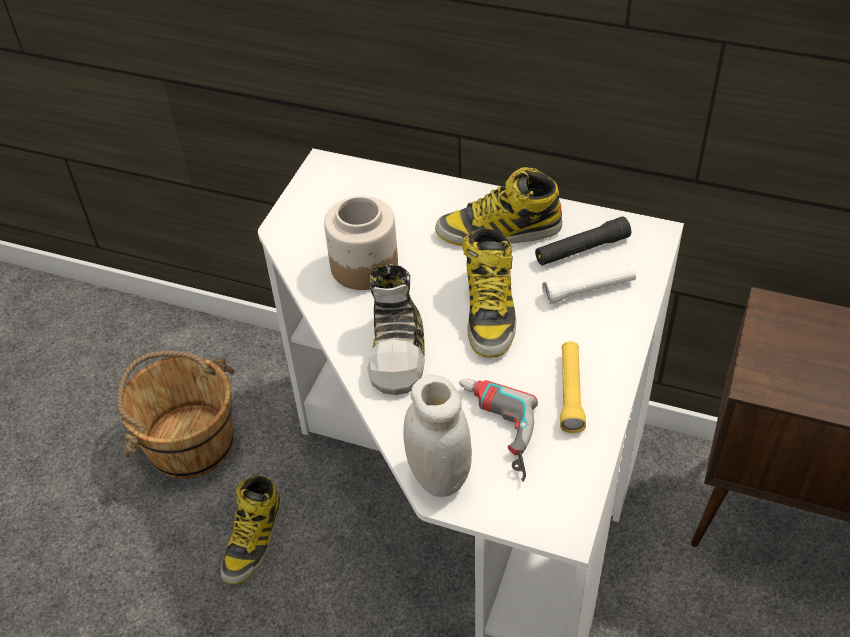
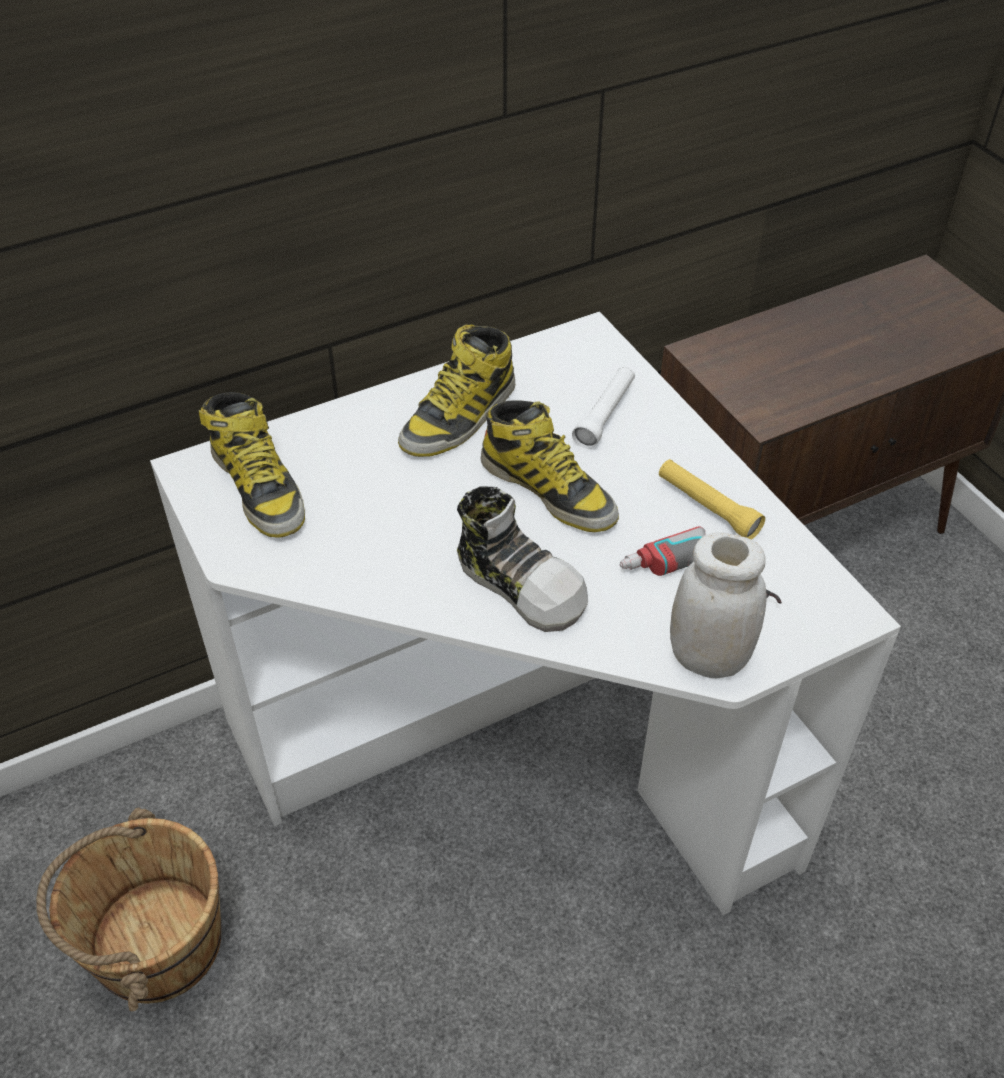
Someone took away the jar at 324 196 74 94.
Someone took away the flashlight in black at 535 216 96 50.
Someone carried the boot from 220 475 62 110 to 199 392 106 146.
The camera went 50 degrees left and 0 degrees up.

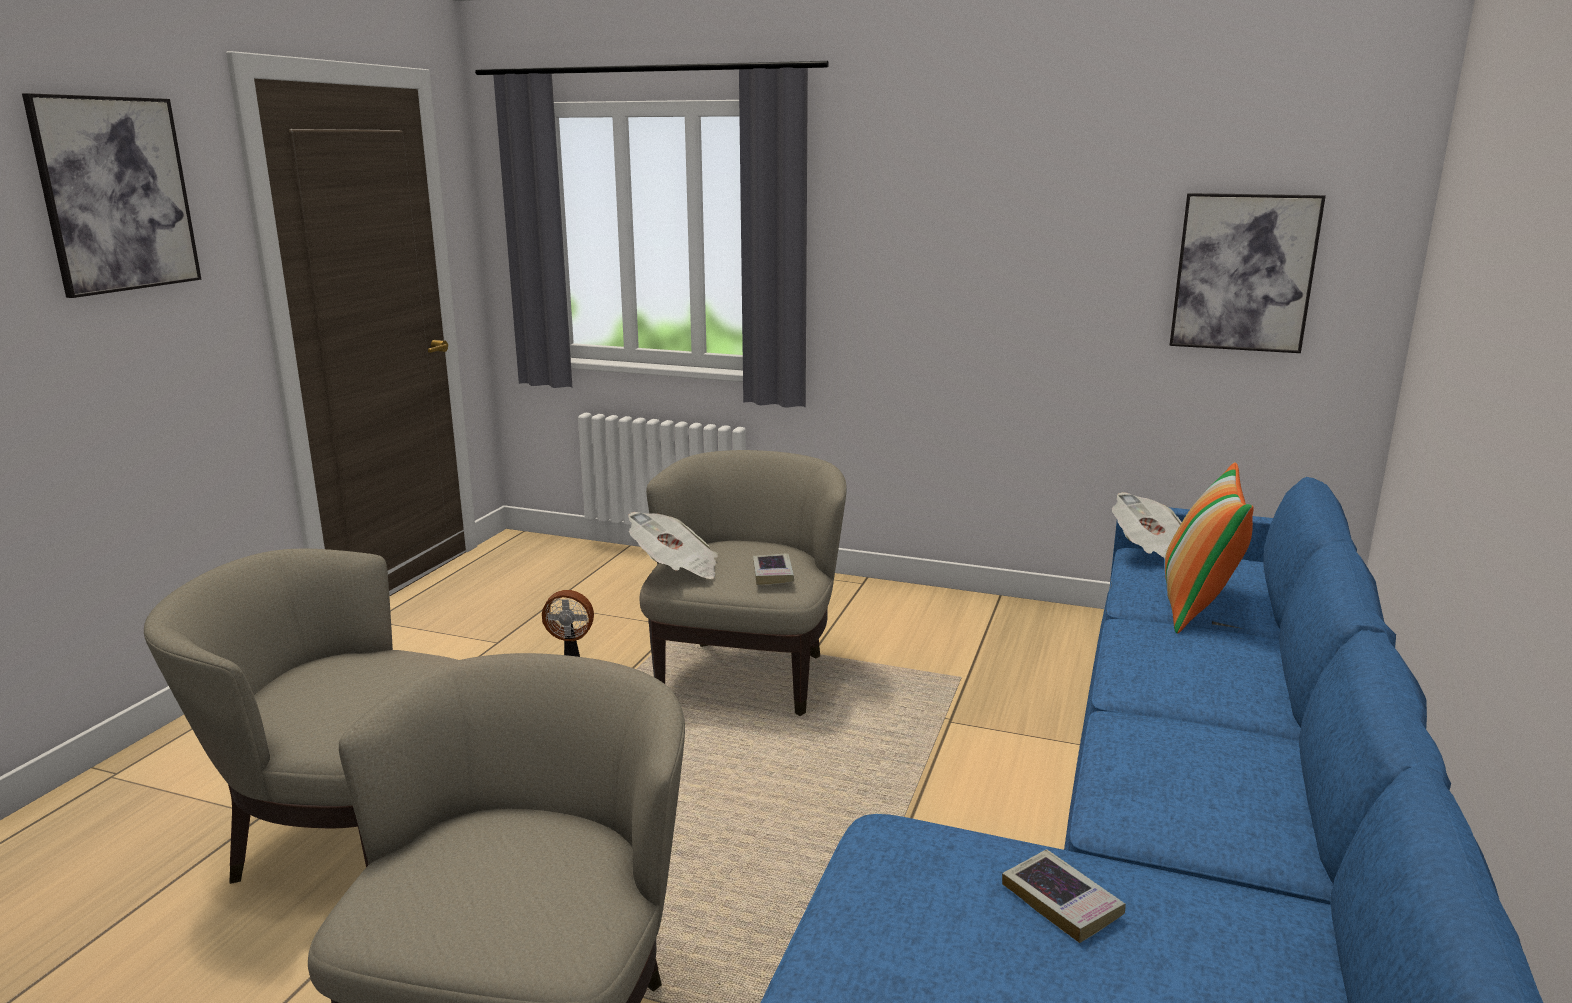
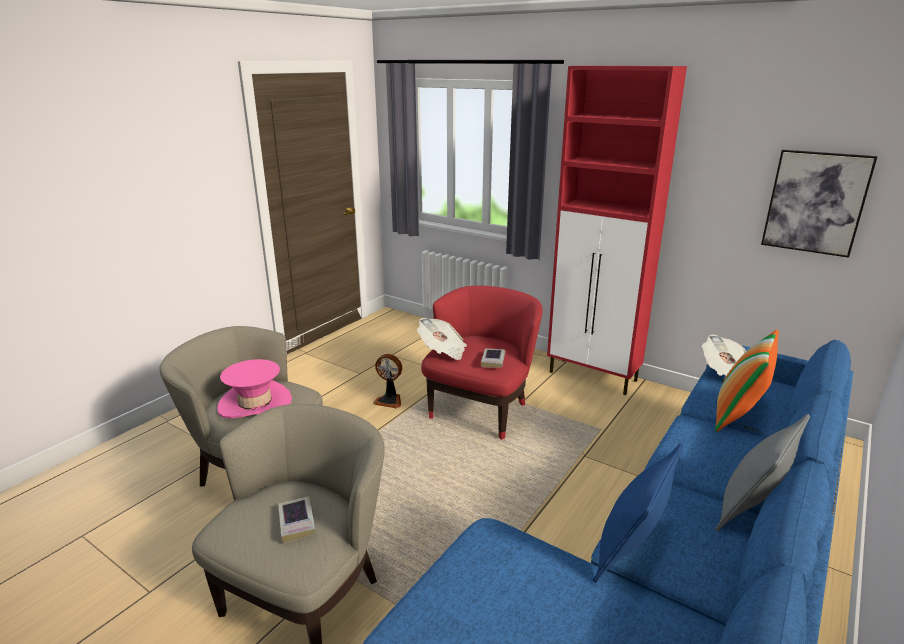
Someone took away the picture at 22 93 179 205.
Someone repainted the armchair in beige at 639 450 208 266, which became the armchair in red at 421 286 122 154.
Someone carried the book from 1002 849 124 94 to 278 496 38 47.
Someone put down the cabinet in red at 547 66 140 329.
Someone put down the hat in pink at 217 359 75 60.
Someone put down the pillow in grey at 715 414 95 117.
Someone put down the pillow in blue at 593 443 90 140.
The camera went 15 degrees right and 5 degrees up.

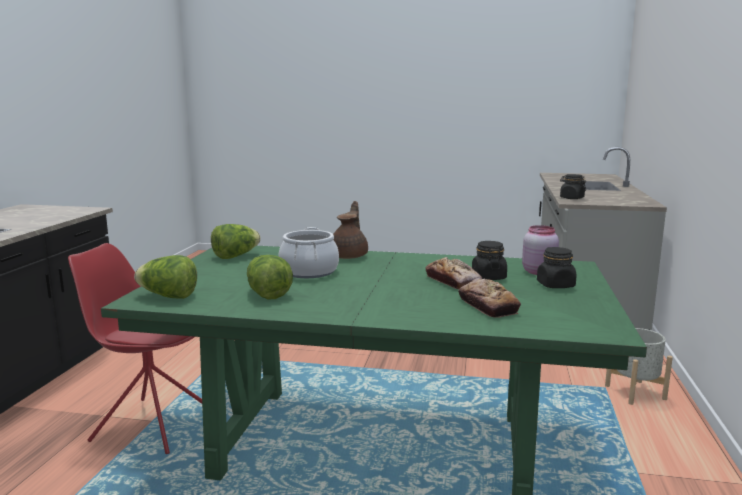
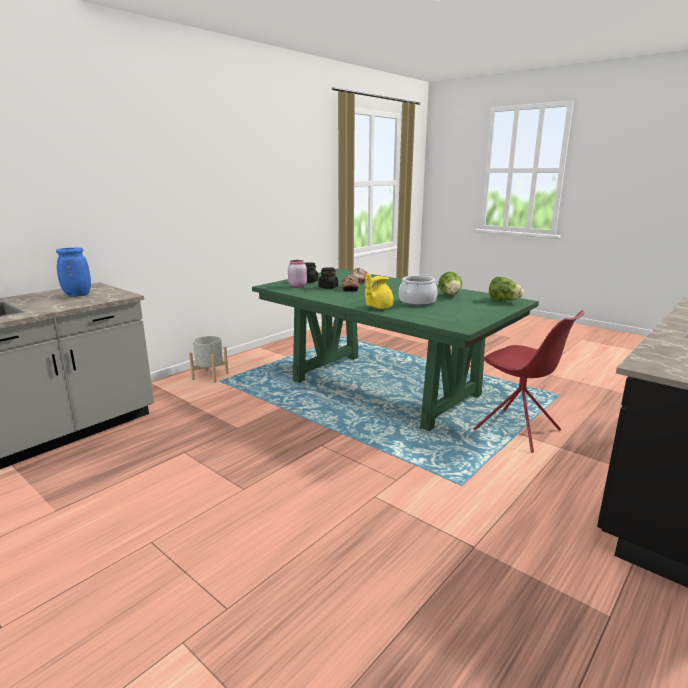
Someone took away the jar in black at 560 174 26 25.
Someone repainted the teapot in brown at 333 201 35 58, which became the teapot in yellow at 365 273 29 36.
Someone took away the lettuce at 211 224 50 35.
Someone put down the vase in blue at 56 247 35 50.
The camera went 150 degrees left and 5 degrees up.

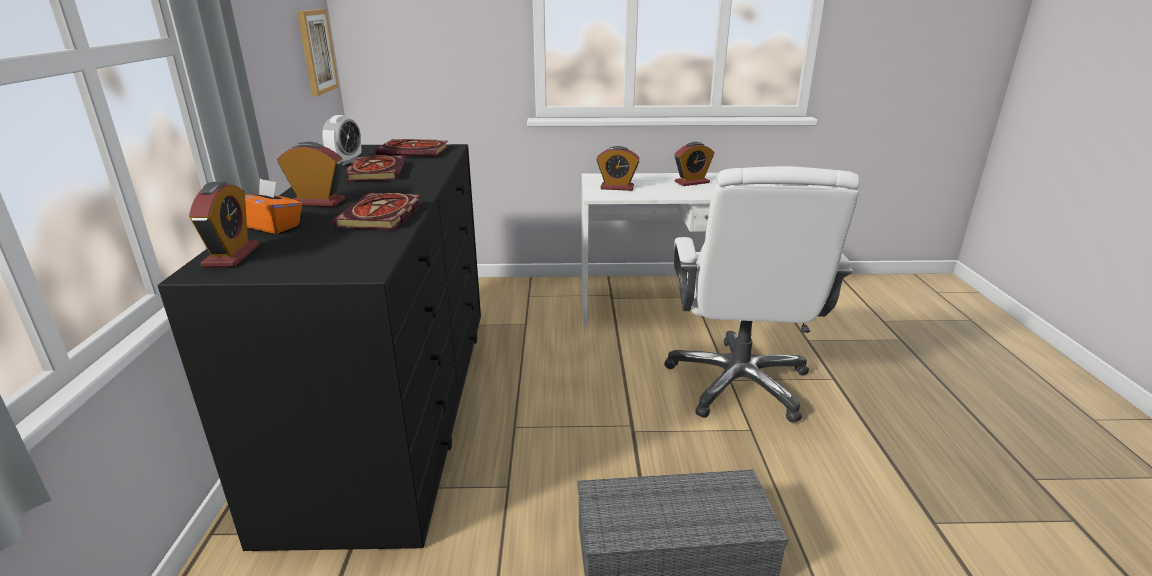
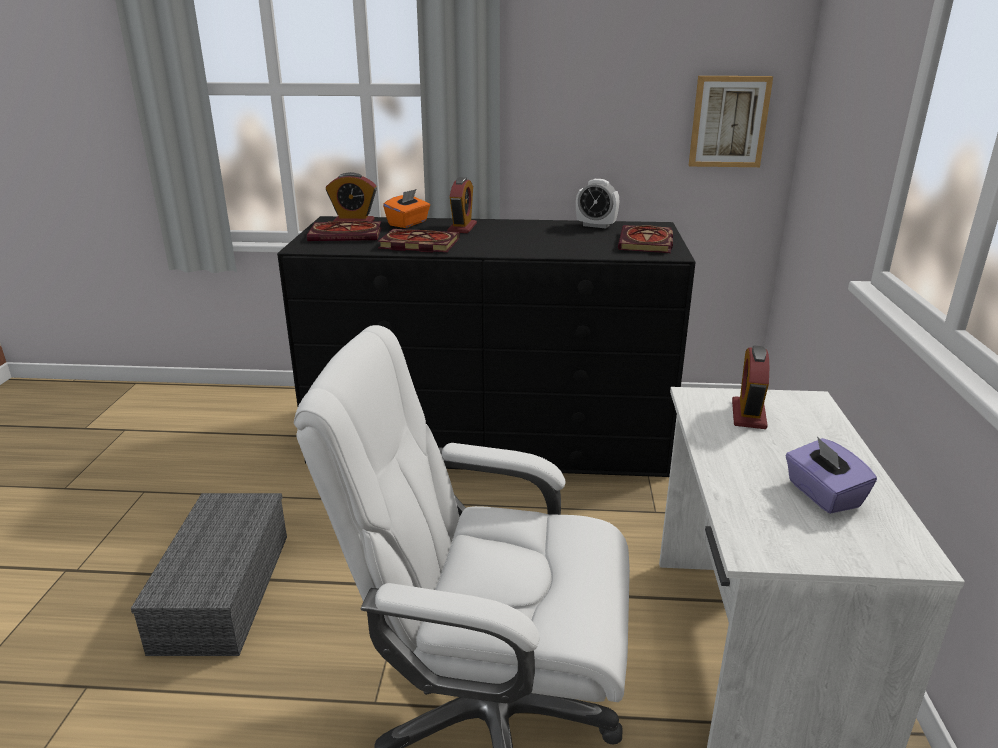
Someone swapped the alarm clock at 675 142 40 44 for the tissue box in purple at 786 436 91 78.
Someone carried the book from 345 155 60 26 to 307 221 75 20.
The camera went 95 degrees right and 0 degrees up.

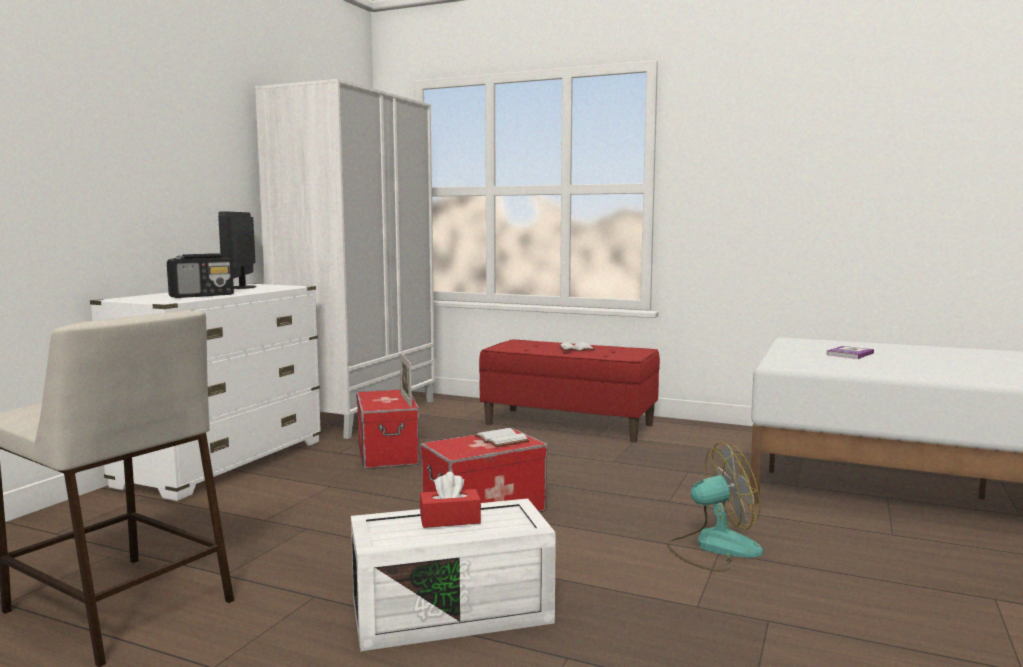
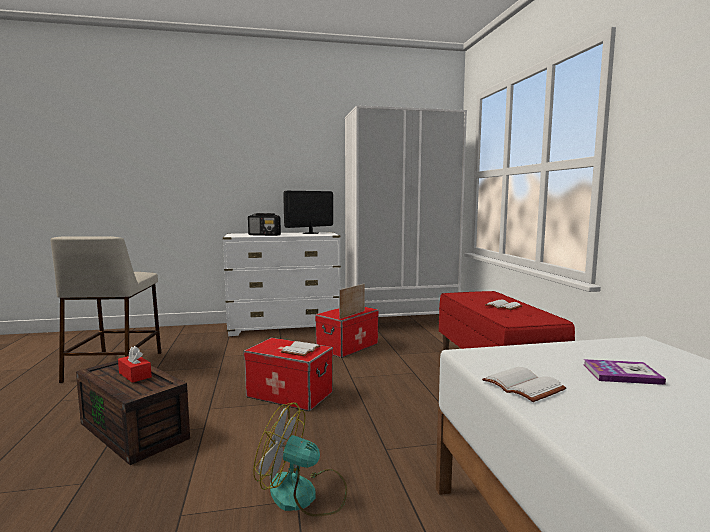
Someone rotated the fan at 667 442 96 130 by 150 degrees clockwise.
Someone repainted the storage box in white at 351 498 205 153, which became the storage box in brown at 76 360 114 105.
Someone put down the book in white at 482 367 84 35.
The camera went 55 degrees right and 0 degrees up.

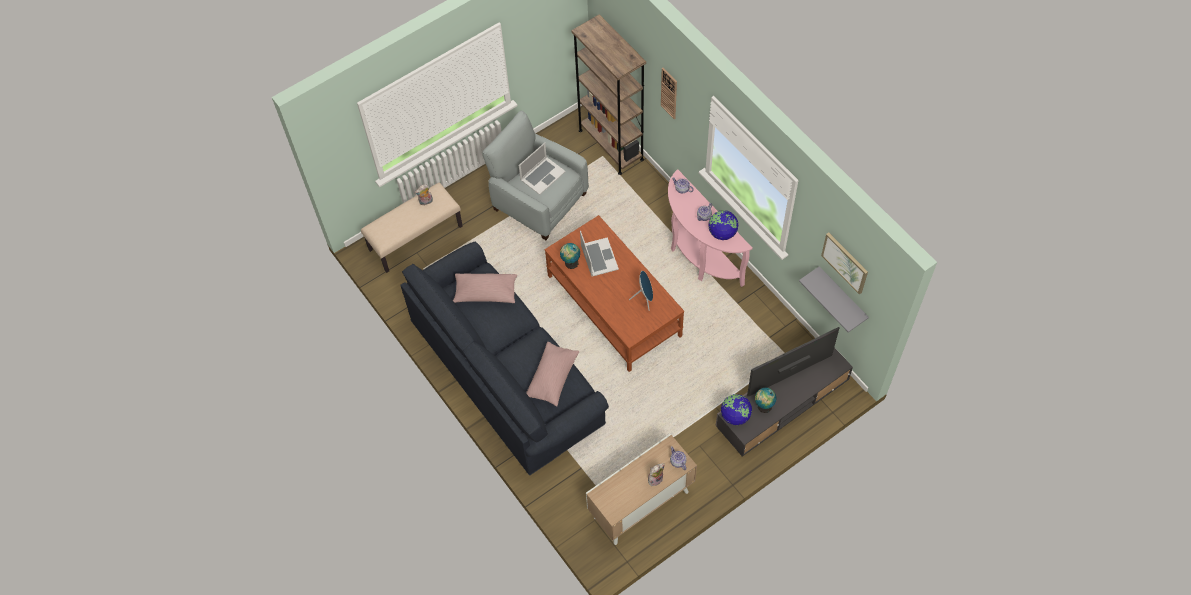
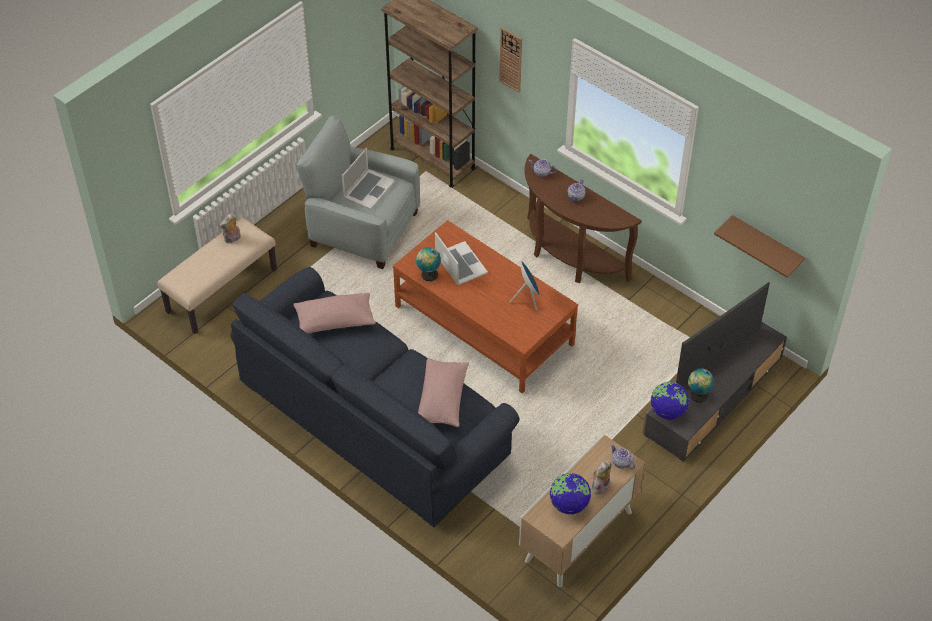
Someone repainted the console table in pink at 668 170 85 117, which became the console table in brown at 524 154 118 129.
Someone carried the globe from 709 210 29 30 to 550 473 41 41.
Someone took away the picture at 821 233 47 62.
Someone repainted the shelf in grey at 799 266 70 66, which became the shelf in brown at 714 215 91 62.
The camera went 15 degrees left and 10 degrees down.

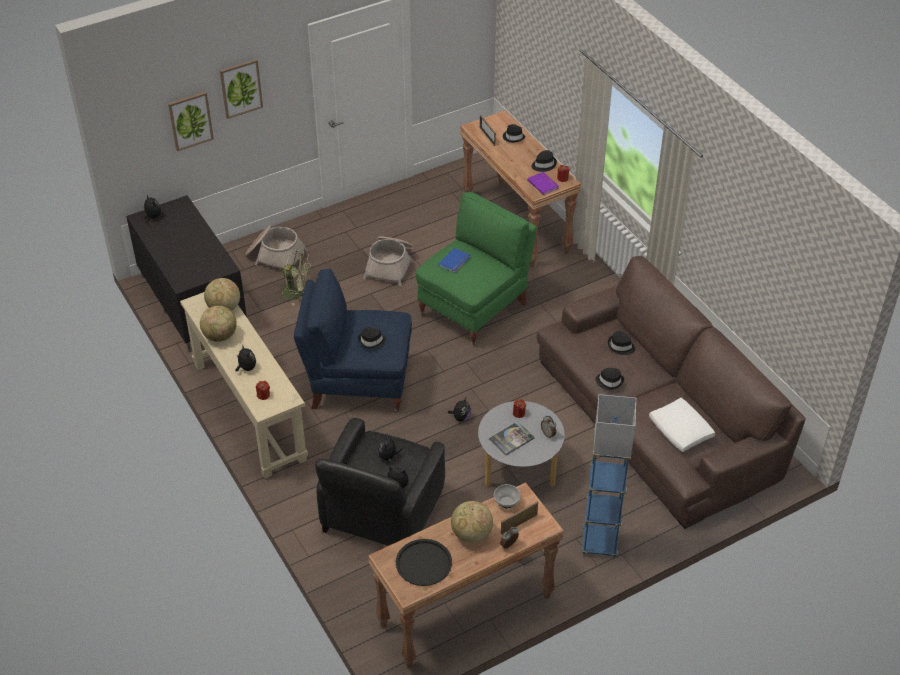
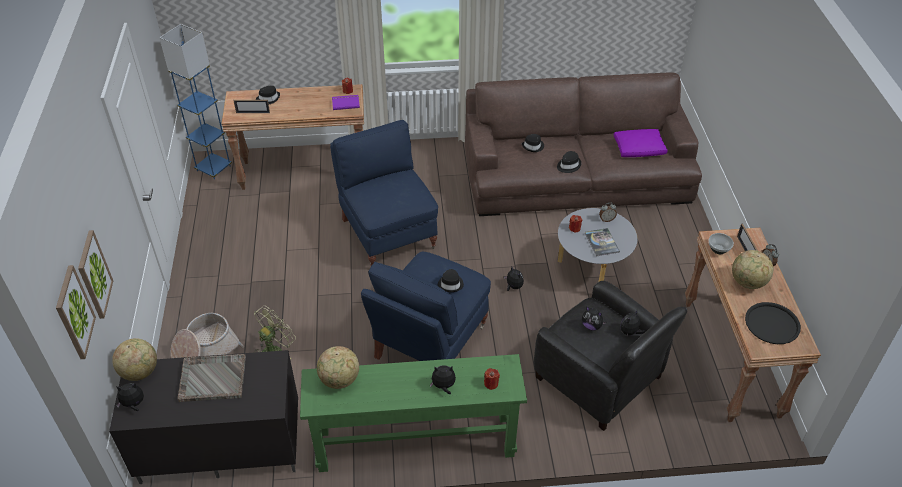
Someone carried the picture from 220 59 43 60 to 56 265 40 94.
Someone took away the hat in black at 531 150 26 22.
Someone repainted the armchair in green at 416 192 120 154, which became the armchair in blue at 330 120 108 146.
Someone took away the basket at 363 236 51 51.
Someone took away the book in blue at 438 248 32 25.
Someone repainted the console table in beige at 180 292 128 186, which became the console table in green at 300 354 227 118.
Someone carried the globe from 200 306 37 36 to 112 338 45 43.
Someone carried the floor lamp in blue from 582 394 54 164 to 159 24 73 155.
Someone repainted the pillow in white at 649 398 66 54, which became the pillow in purple at 614 129 54 28.
Someone put down the tray in grey at 178 354 68 48.
The camera went 65 degrees left and 0 degrees up.

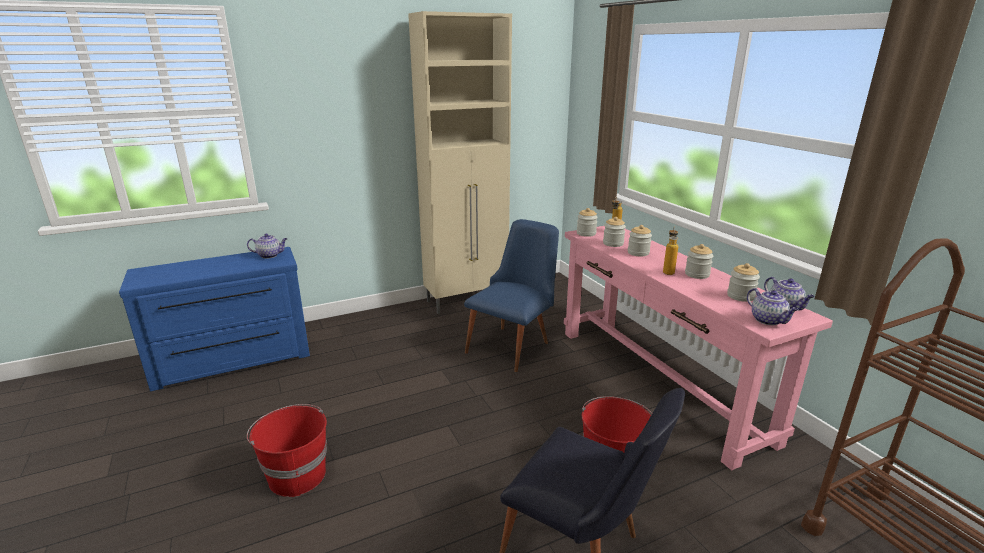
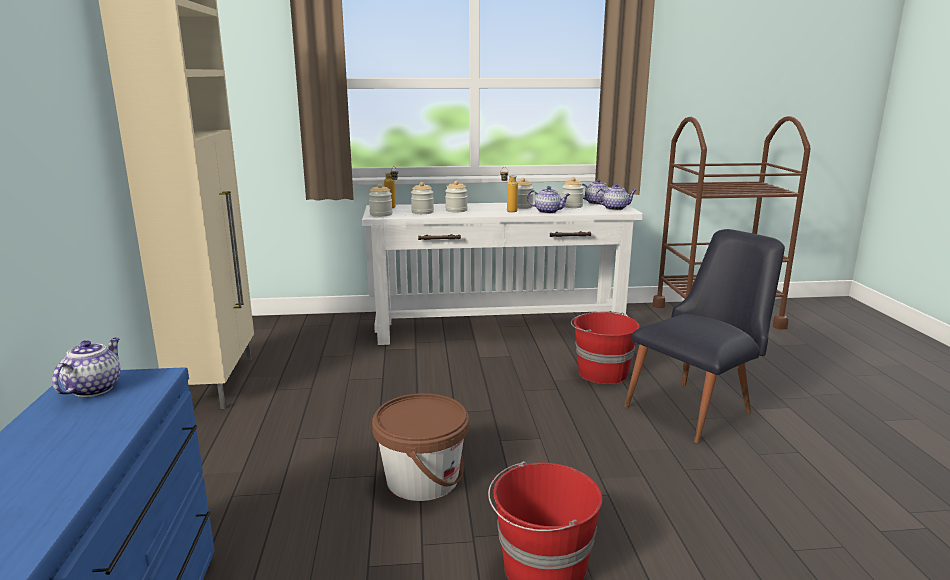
Someone took away the chair in blue at 464 219 95 153.
Someone repainted the console table in pink at 564 226 269 244, which became the console table in white at 362 201 281 144.
Someone put down the teapot at 527 186 43 28.
Someone put down the bucket in brown at 372 393 97 108.
The camera went 70 degrees left and 5 degrees down.

